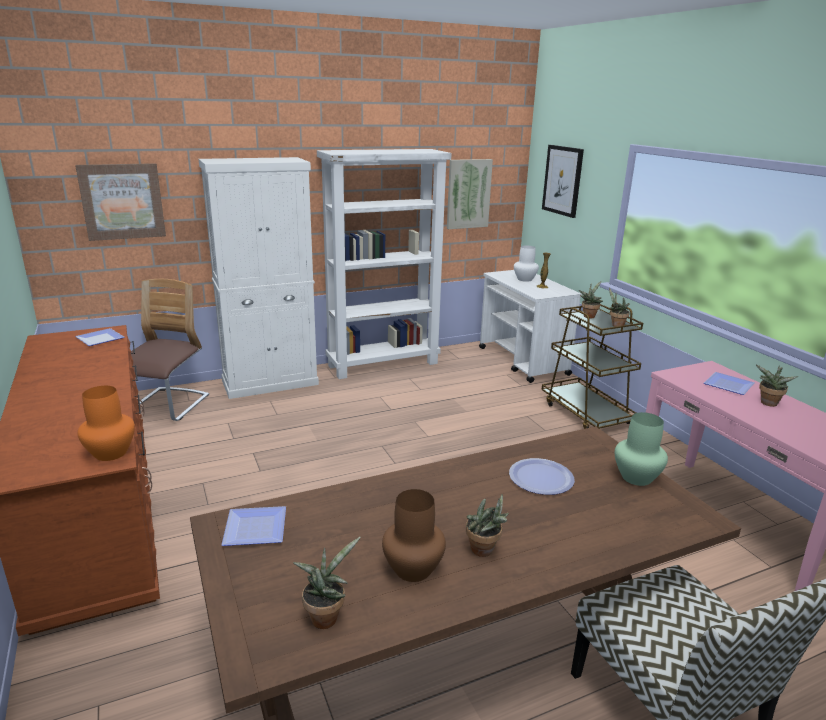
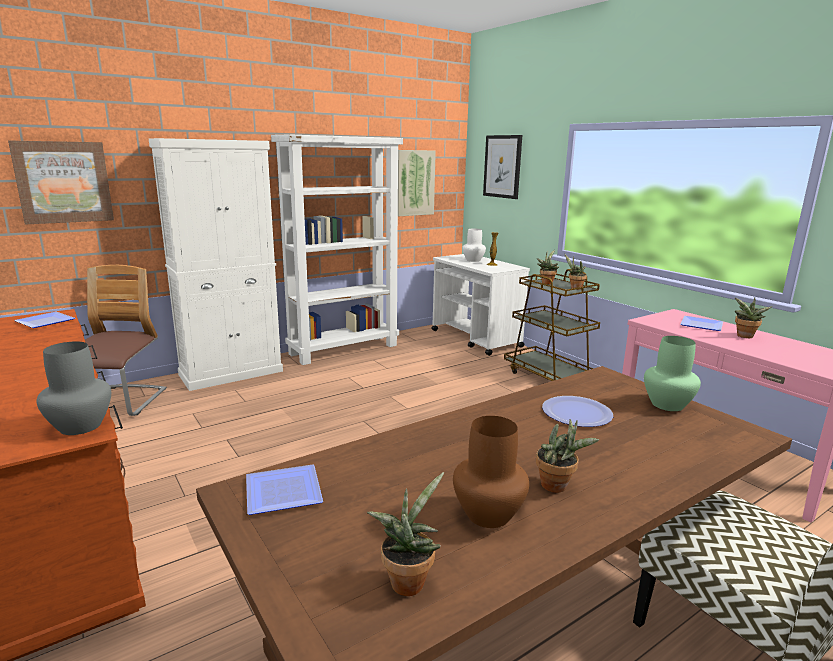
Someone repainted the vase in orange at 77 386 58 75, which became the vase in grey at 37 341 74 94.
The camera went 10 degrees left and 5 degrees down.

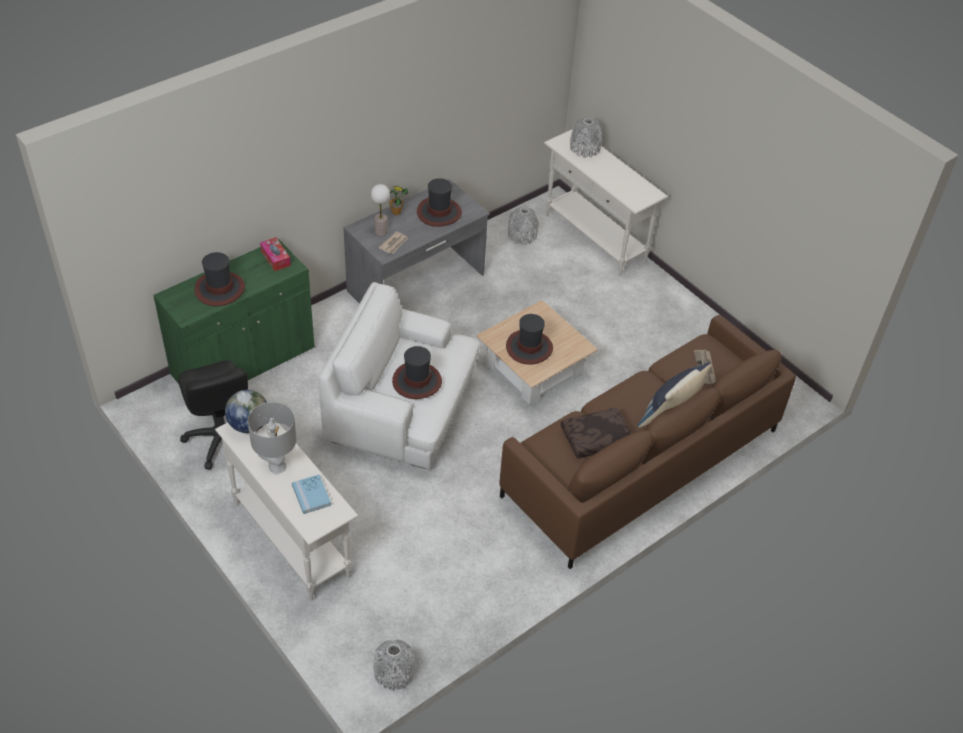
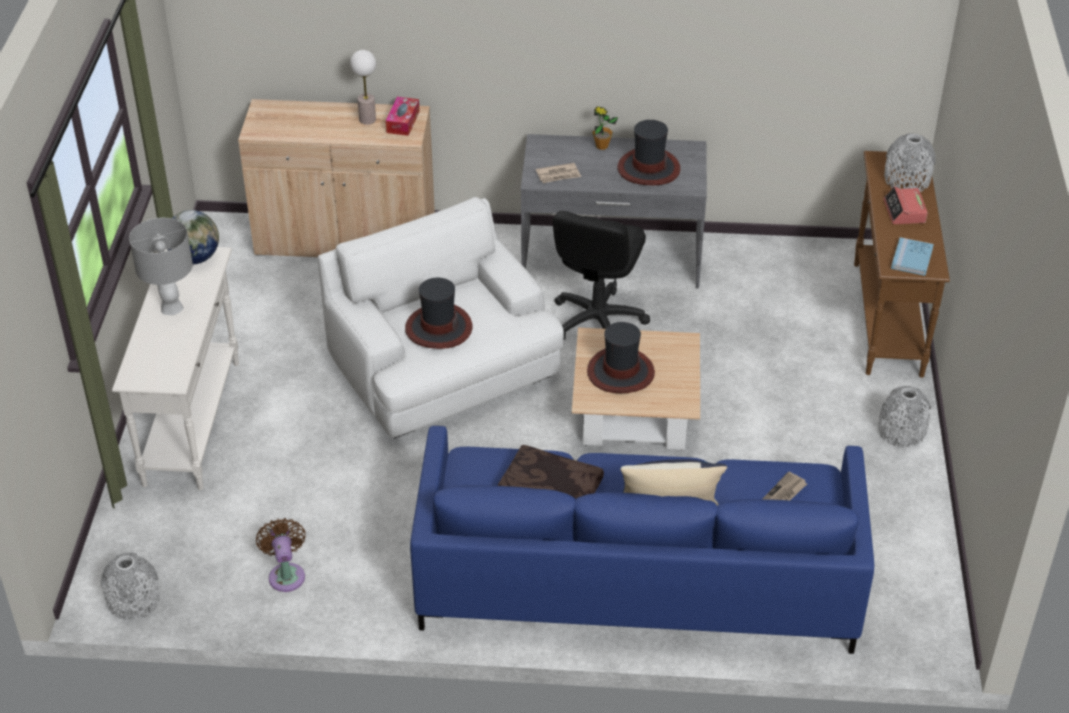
Someone repainted the console table in white at 544 129 124 147, which became the console table in brown at 854 151 96 227.
Someone carried the table lamp from 371 184 19 52 to 350 50 26 75.
Someone carried the vase in grey from 508 206 30 39 to 878 386 53 61.
Someone repainted the cabinet in green at 153 239 162 145, which became the cabinet in beige at 238 99 197 158.
Someone took away the hat at 194 252 51 54.
Someone repainted the sofa in brown at 499 315 297 254, which became the sofa in blue at 410 426 464 228.
Someone carried the office chair in black from 178 360 70 110 to 552 211 98 130.
Someone carried the book in blue from 292 474 39 40 to 891 237 43 39.
Someone put down the alarm clock at 883 186 45 38.
Someone put down the fan in brown at 256 518 50 74.
The camera went 45 degrees right and 5 degrees down.

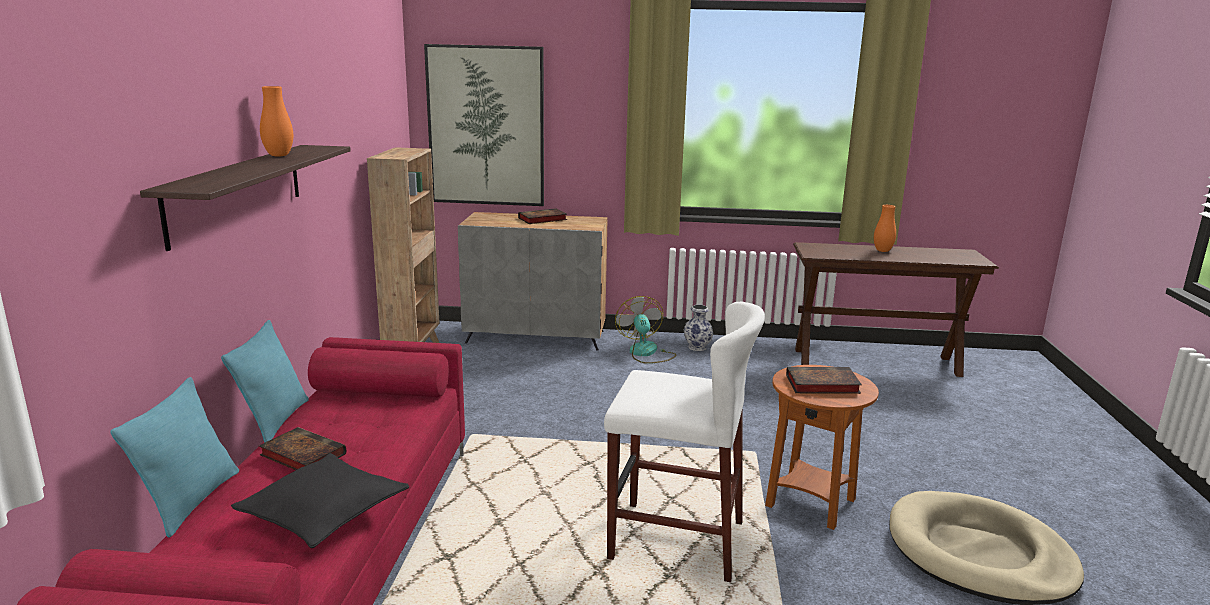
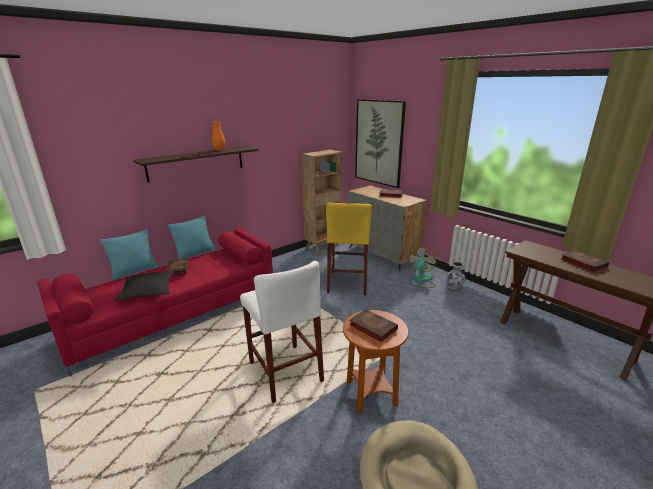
Someone swapped the vase in orange at 874 205 22 47 for the book at 561 251 48 21.
Someone put down the stool in yellow at 326 203 46 92.
The camera went 45 degrees right and 5 degrees up.

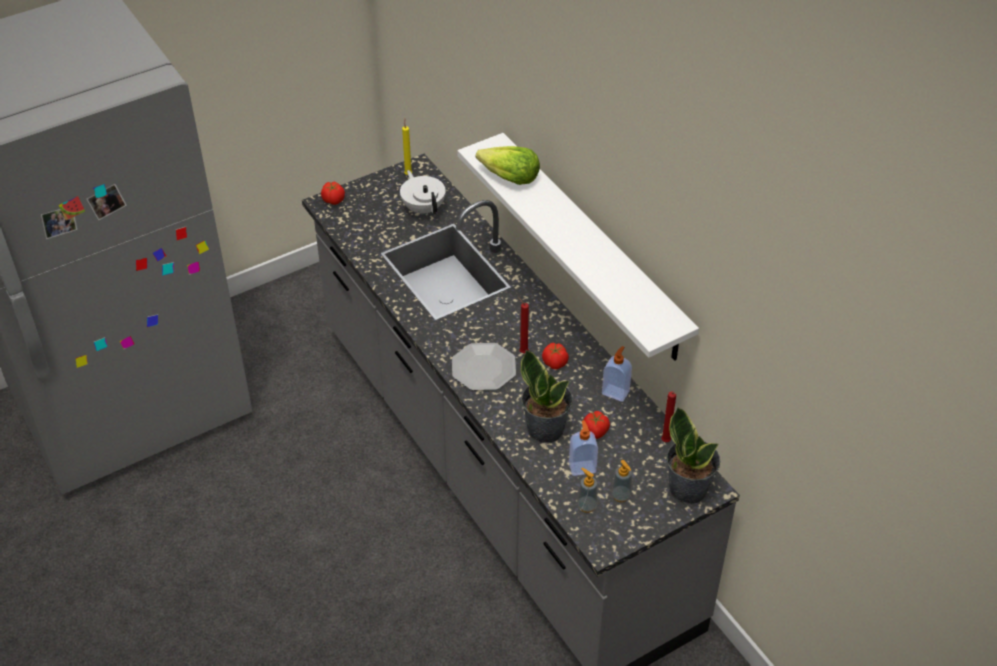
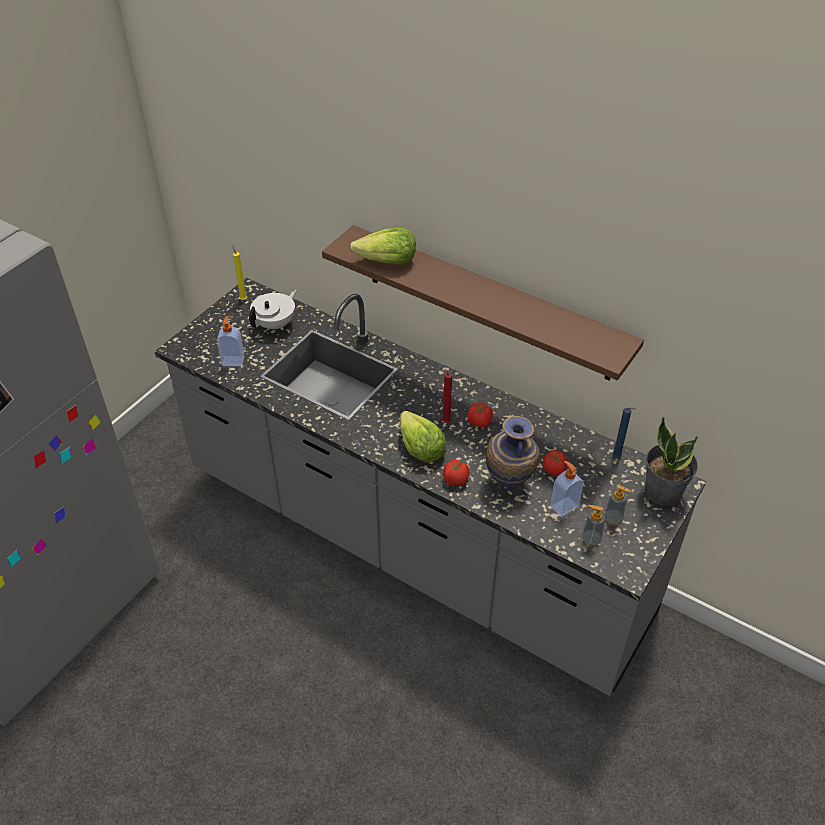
Someone repainted the shelf in white at 457 133 242 228, which became the shelf in brown at 322 225 322 156.
Someone rotated the teapot in white at 400 170 46 45 by 90 degrees clockwise.
Someone carried the tomato from 321 181 24 24 to 443 460 26 26.
Someone swapped the plate at 452 343 64 47 for the lettuce at 400 411 46 51.
Someone carried the soap dispenser from 602 346 30 56 to 217 316 28 51.
Someone swapped the potted plant at 521 350 52 93 for the vase at 486 416 53 71.
Someone repainted the candle in red at 661 392 16 50, which became the candle in blue at 613 407 22 51.
The camera went 25 degrees left and 0 degrees up.

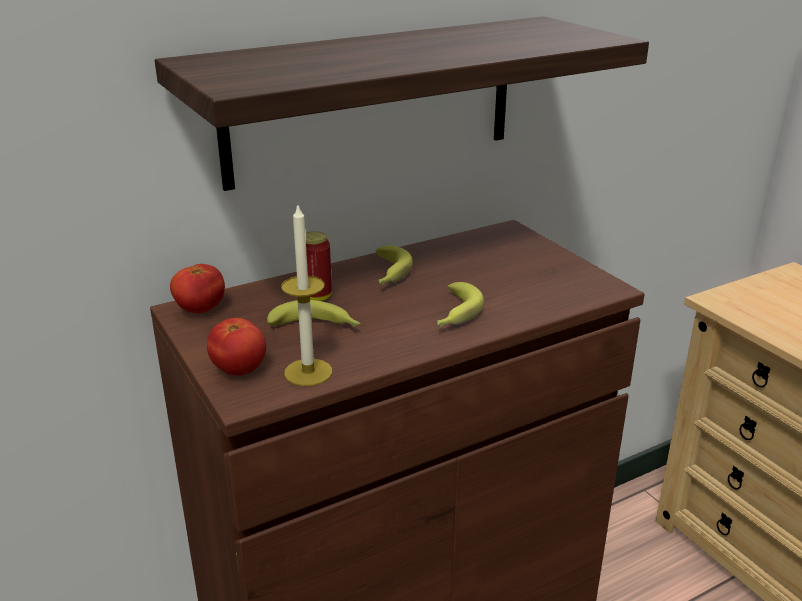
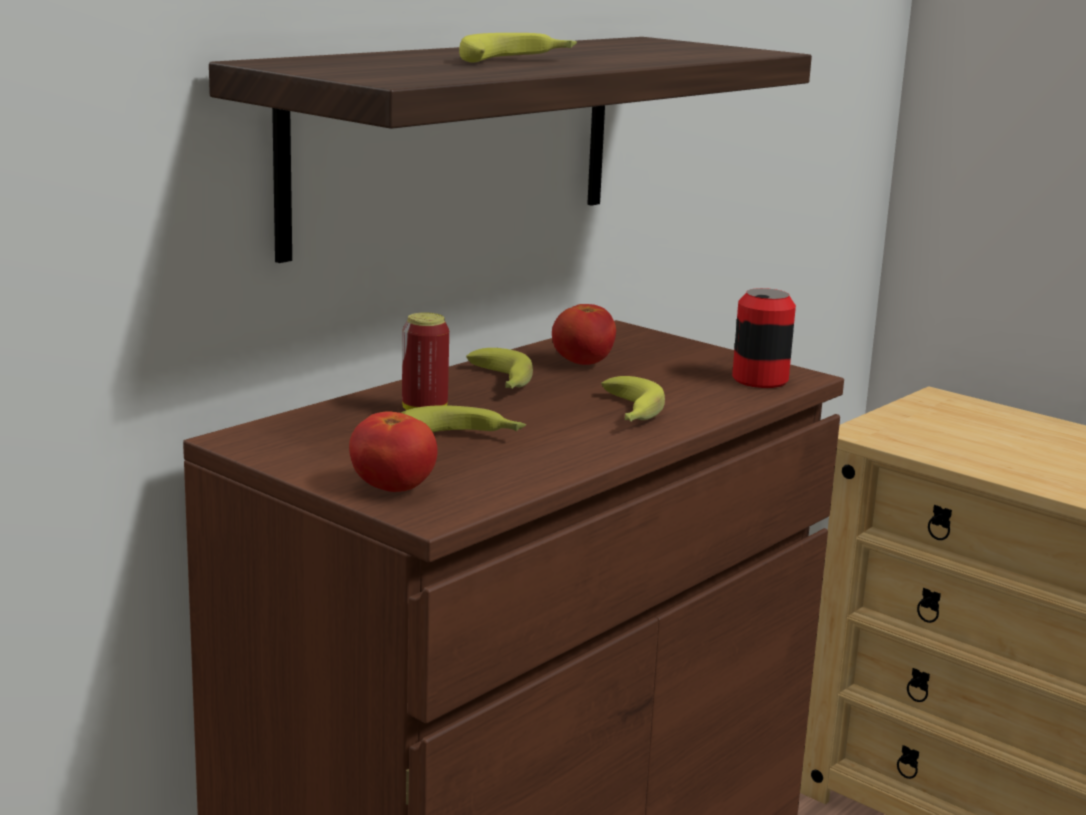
Someone took away the candle at 281 203 51 183.
Someone carried the tomato from 170 264 55 49 to 552 304 64 61.
Someone put down the banana at 459 33 118 30.
Someone put down the can at 732 288 64 100.
The camera went 20 degrees left and 10 degrees down.

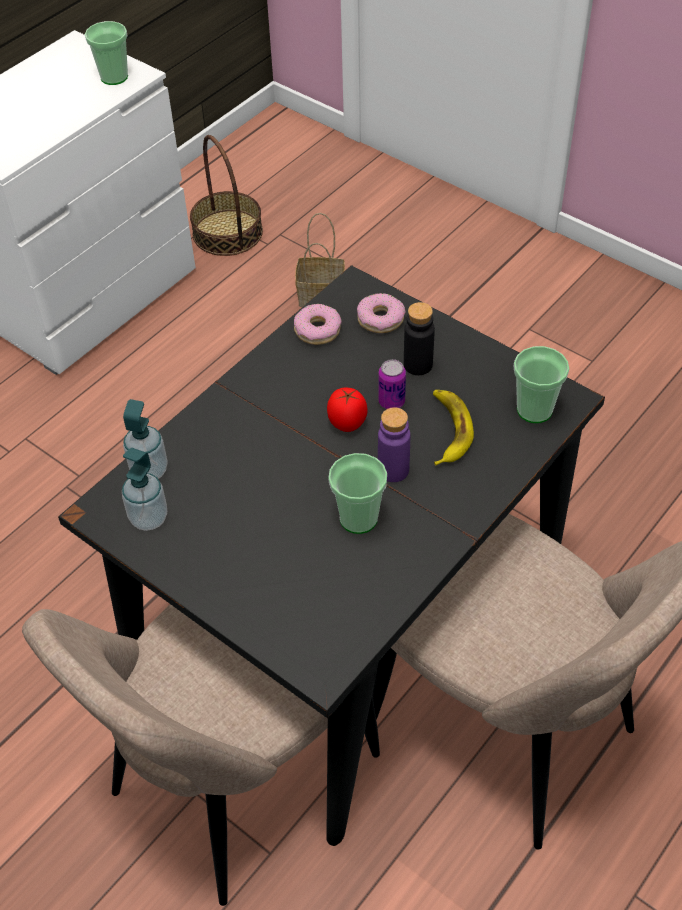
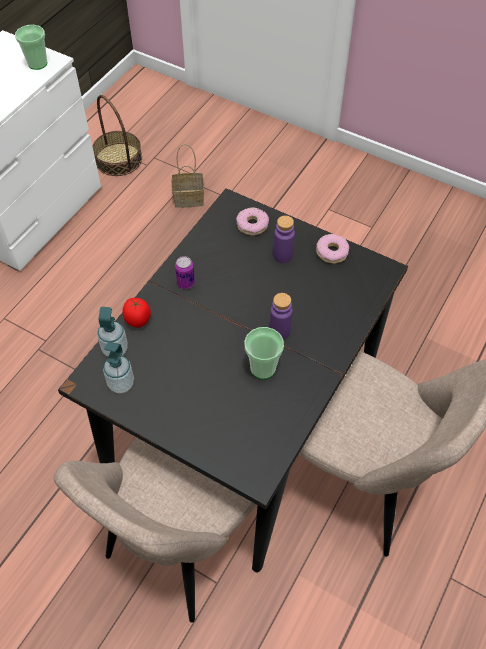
Someone repainted the bottle in black at 404 302 31 73, which became the bottle in purple at 273 215 22 48.
Someone carried the donut from 294 304 48 41 to 316 234 33 30.
Someone took away the cup at 514 346 55 77.
Someone carried the can from 379 359 27 50 to 175 256 20 33.
Someone carried the tomato from 327 387 41 45 to 123 298 28 30.
Someone took away the banana at 433 390 41 75.
The camera went 10 degrees left and 5 degrees up.

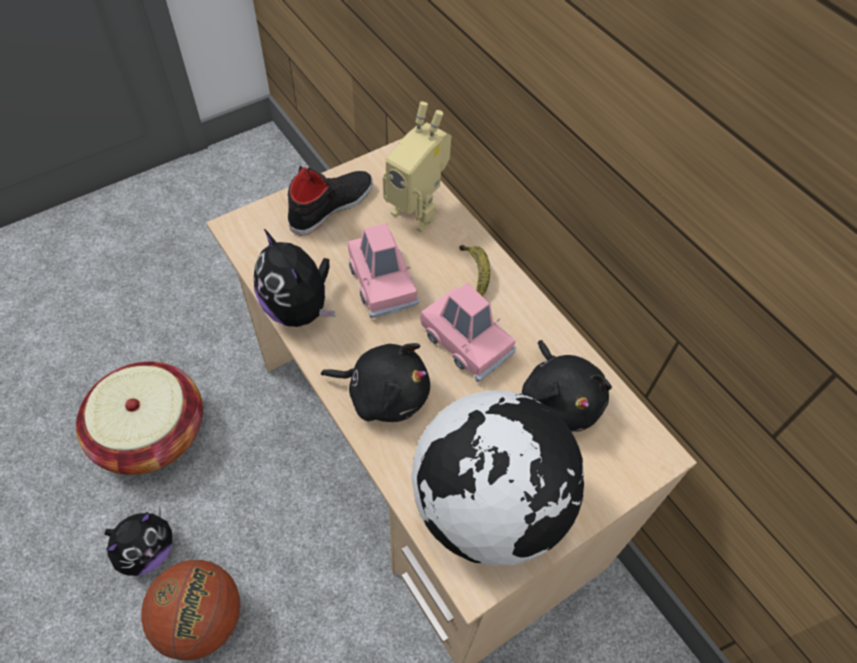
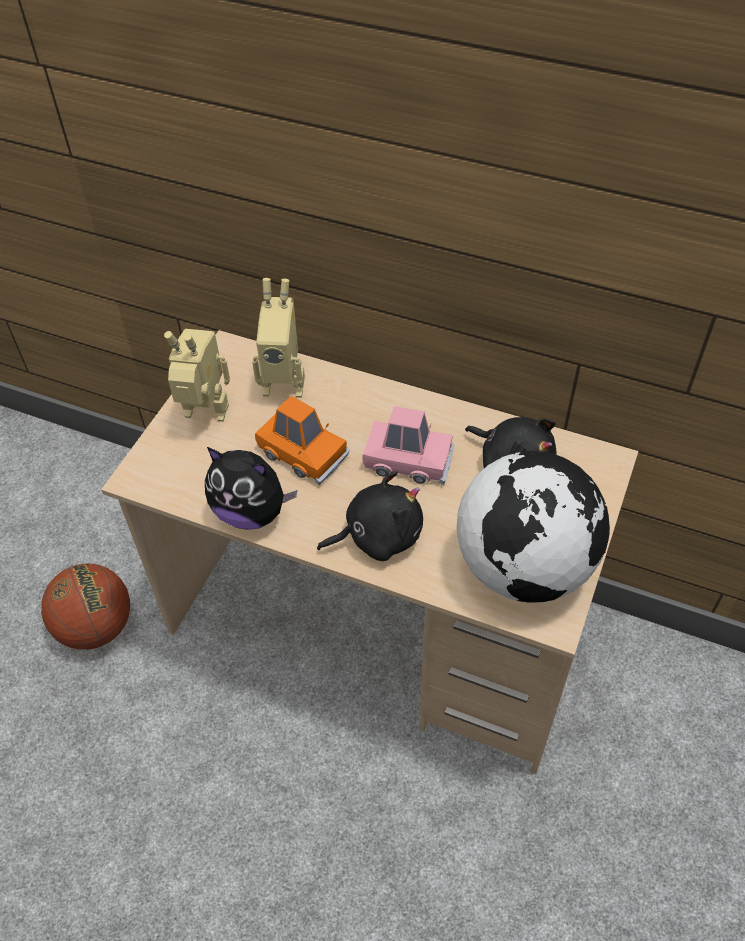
Someone swapped the shoe in black at 288 165 85 71 for the toy robot at 164 329 66 93.
Someone repainted the toy car in pink at 348 223 72 95, which became the toy car in orange at 255 396 94 89.
Someone took away the banana at 459 245 31 51.
Someone took away the basket at 76 362 127 113.
Someone took away the plush toy at 105 509 67 67.
Someone carried the basketball from 142 560 99 100 to 41 564 89 86.
The camera went 30 degrees left and 5 degrees down.

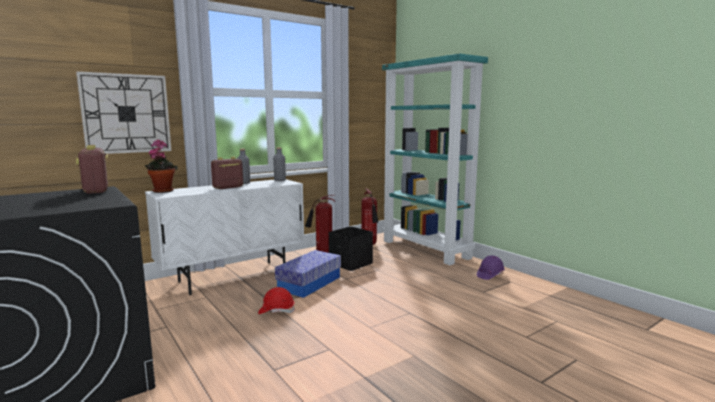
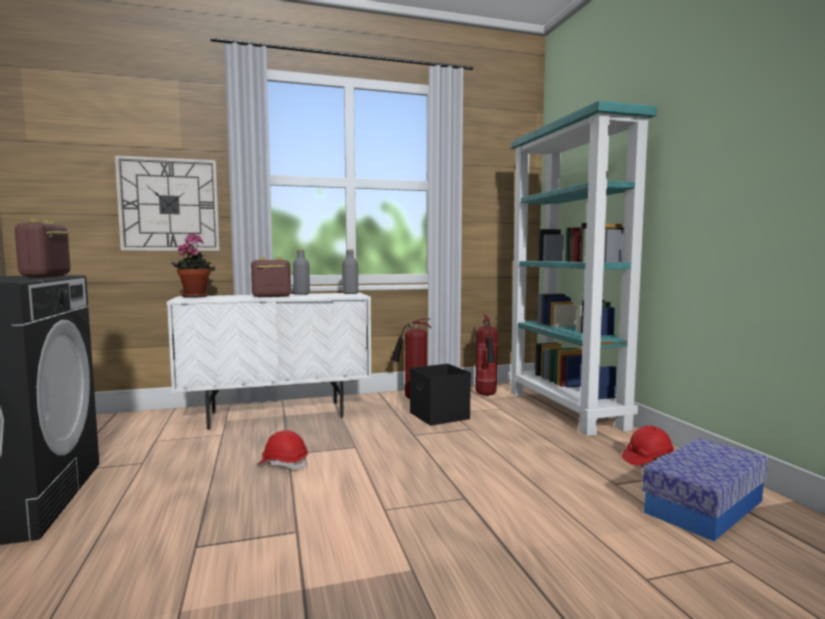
Someone carried the storage box from 275 250 66 48 to 642 438 126 103.
Someone repainted the hard hat in purple at 477 255 28 25, which became the hard hat in red at 622 426 52 40.
The camera went 20 degrees right and 5 degrees down.

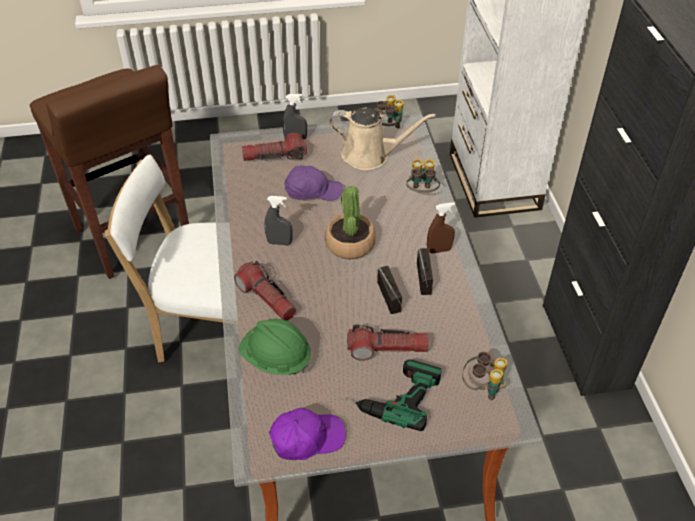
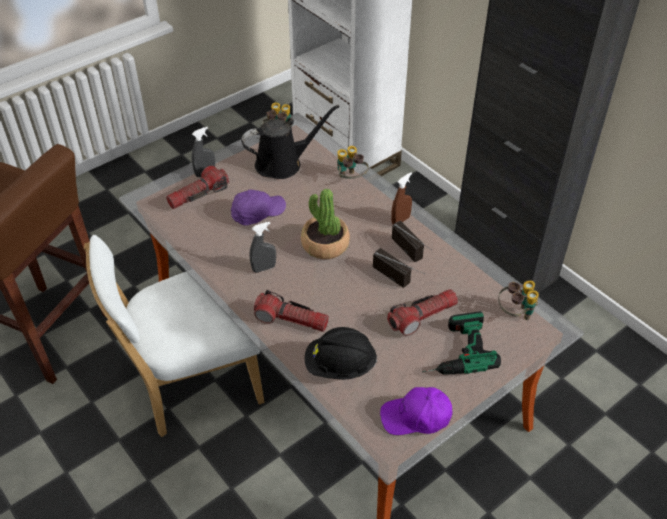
Someone repainted the watering can in beige at 329 107 107 63, which became the watering can in black at 241 105 99 74.
Someone repainted the hard hat in green at 238 319 73 56, which became the hard hat in black at 305 327 72 53.
Someone rotated the cap in purple at 269 408 77 52 by 135 degrees counterclockwise.
The camera went 30 degrees left and 0 degrees up.

